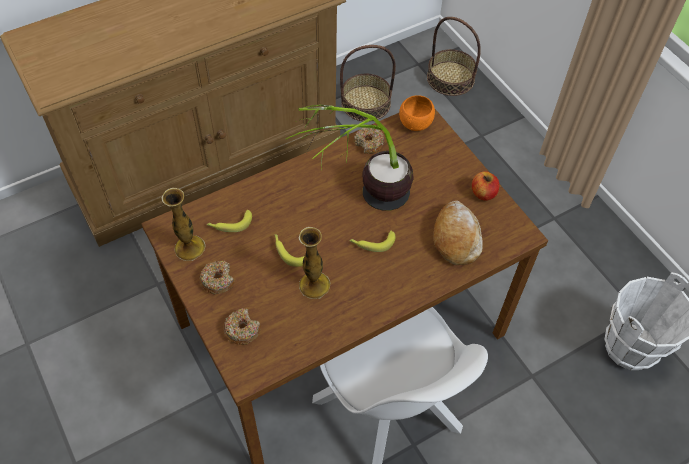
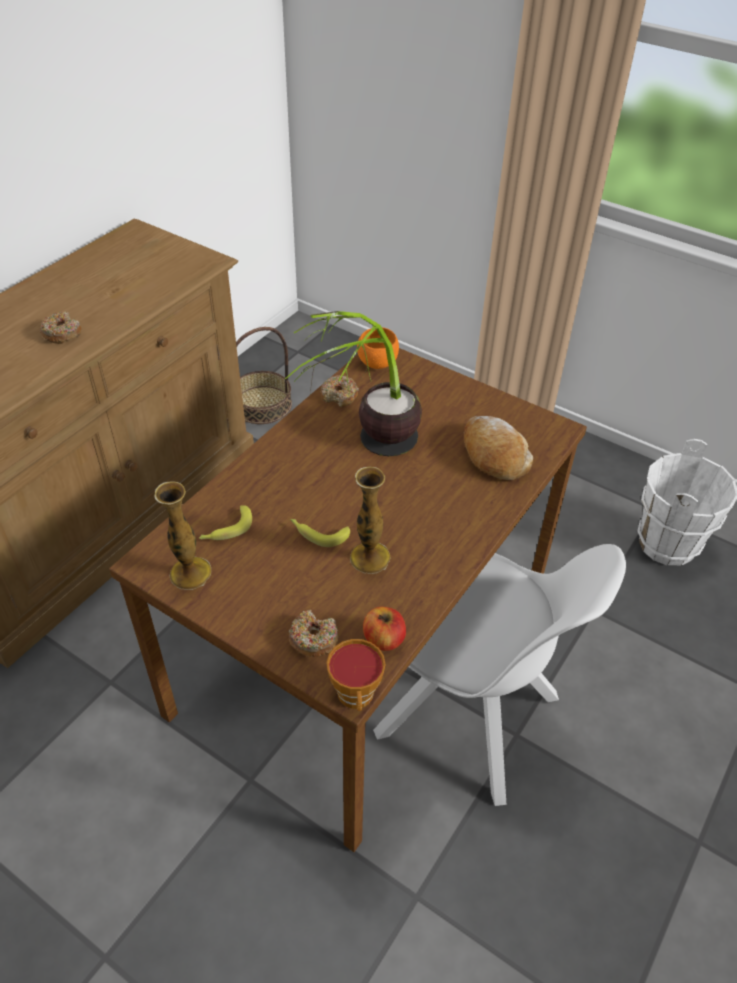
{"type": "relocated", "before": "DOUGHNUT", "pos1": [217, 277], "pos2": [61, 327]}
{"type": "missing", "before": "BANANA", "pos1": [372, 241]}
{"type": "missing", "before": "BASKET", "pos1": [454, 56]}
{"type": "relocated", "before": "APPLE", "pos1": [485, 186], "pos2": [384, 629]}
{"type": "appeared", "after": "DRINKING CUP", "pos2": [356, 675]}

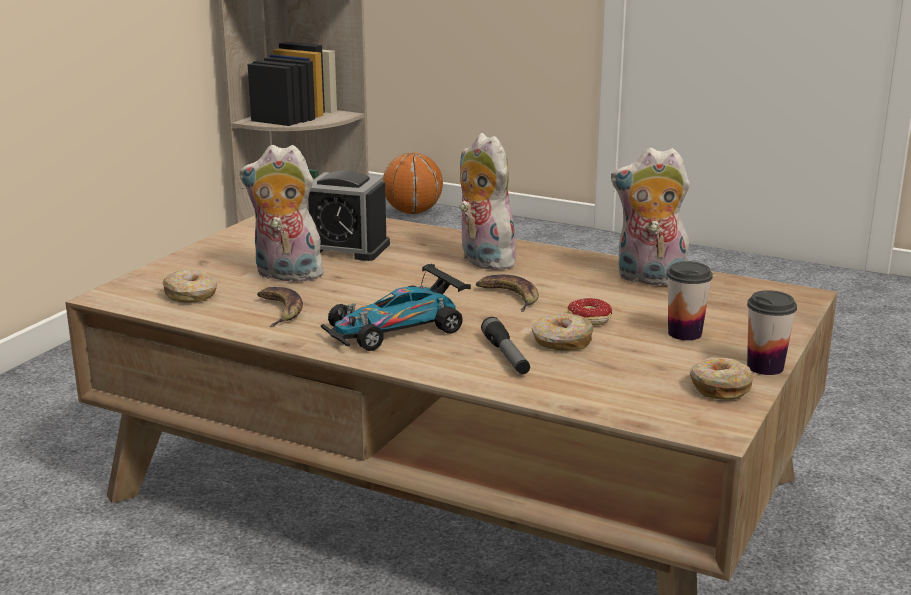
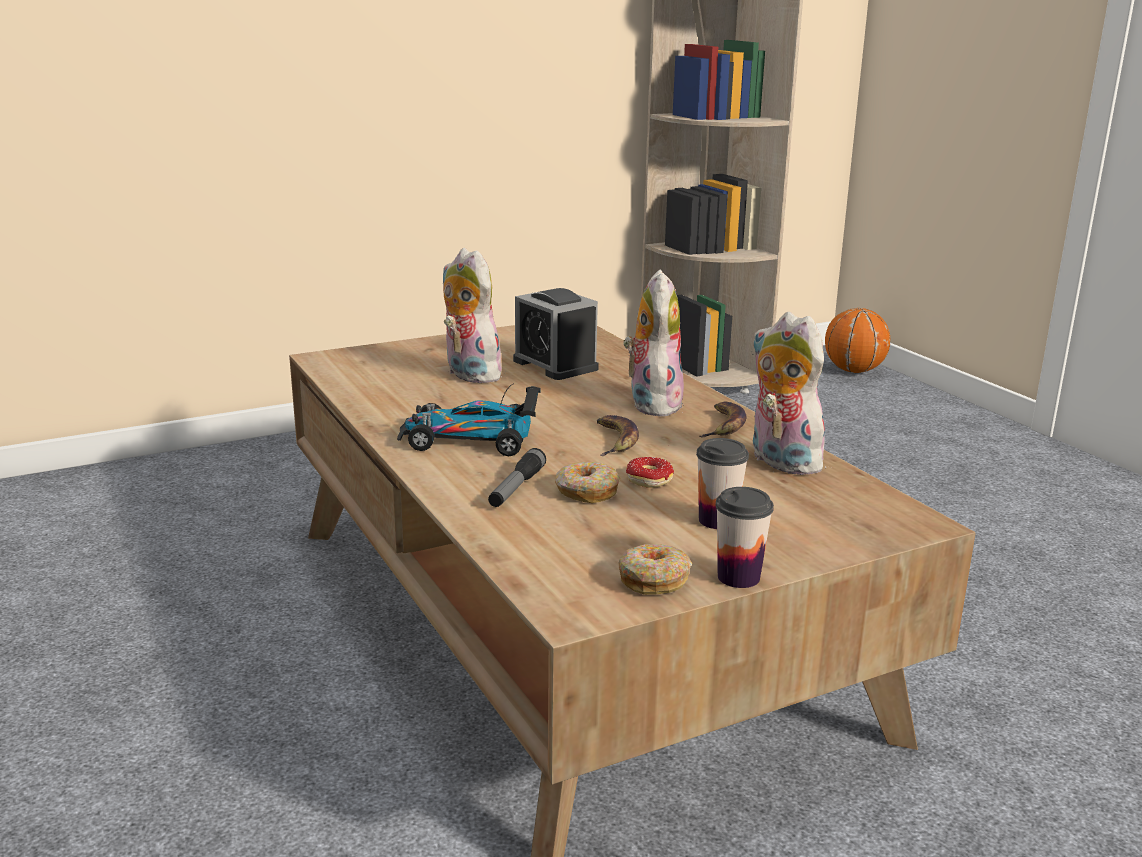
{"type": "missing", "before": "DOUGHNUT", "pos1": [189, 286]}
{"type": "relocated", "before": "BANANA", "pos1": [280, 307], "pos2": [723, 420]}

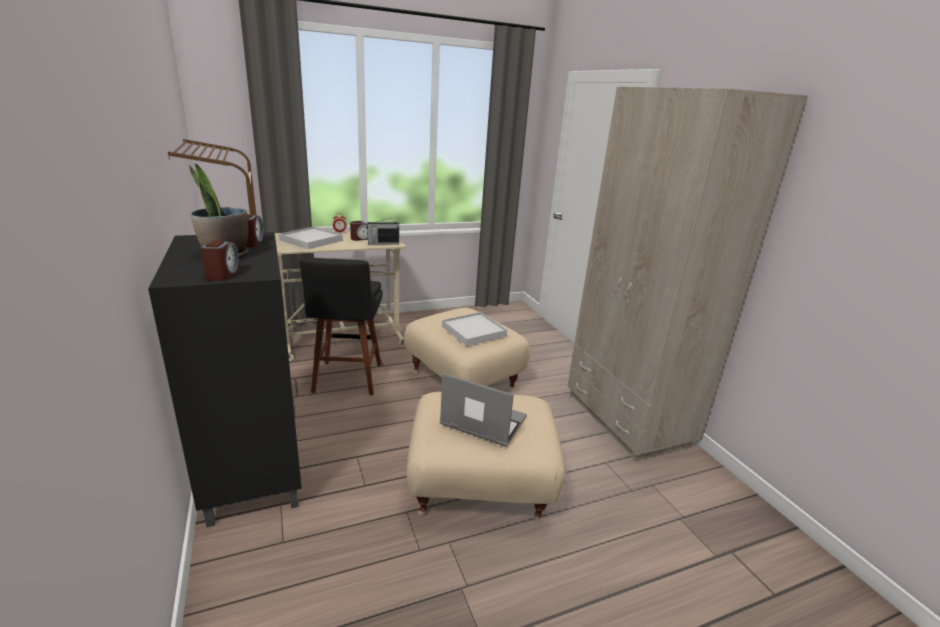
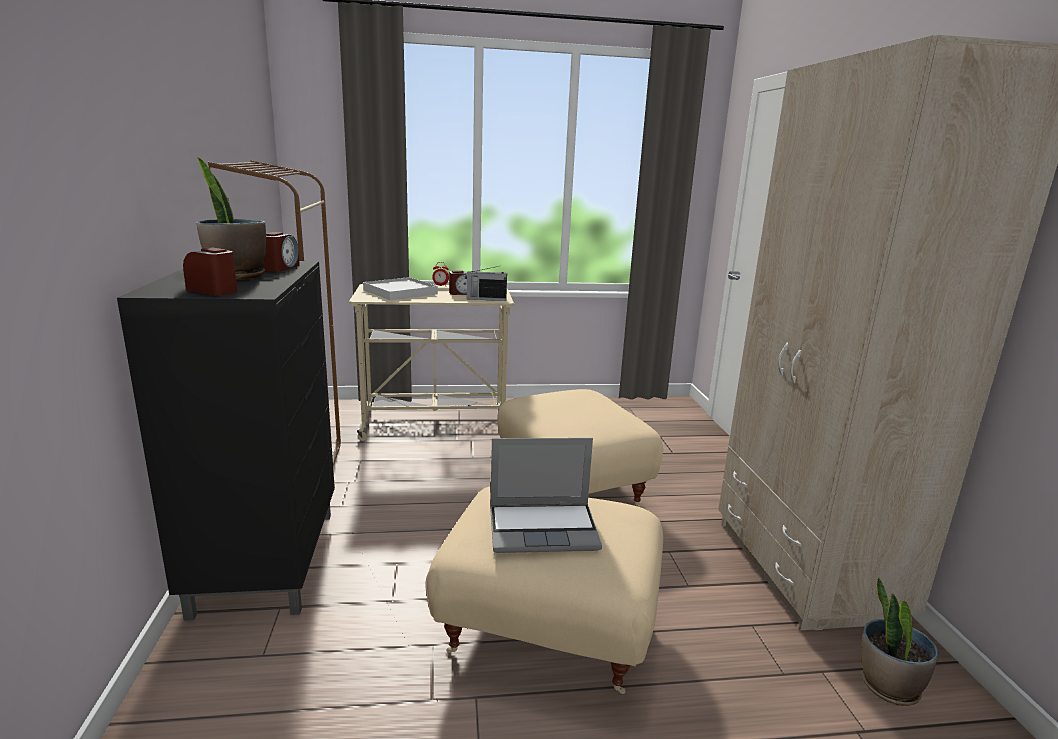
{"type": "spun", "before": "TABLE CLOCK", "pos1": [220, 261], "pos2": [210, 271], "turn": -75}
{"type": "missing", "before": "BLACK-COLOURED STOOL", "pos1": [341, 326]}
{"type": "spun", "before": "PORTABLE COMPUTER", "pos1": [483, 409], "pos2": [546, 495], "turn": 135}
{"type": "missing", "before": "WHITISH CARRYING TRAY", "pos1": [474, 329]}
{"type": "appeared", "after": "HOUSEPLANT", "pos2": [899, 642]}

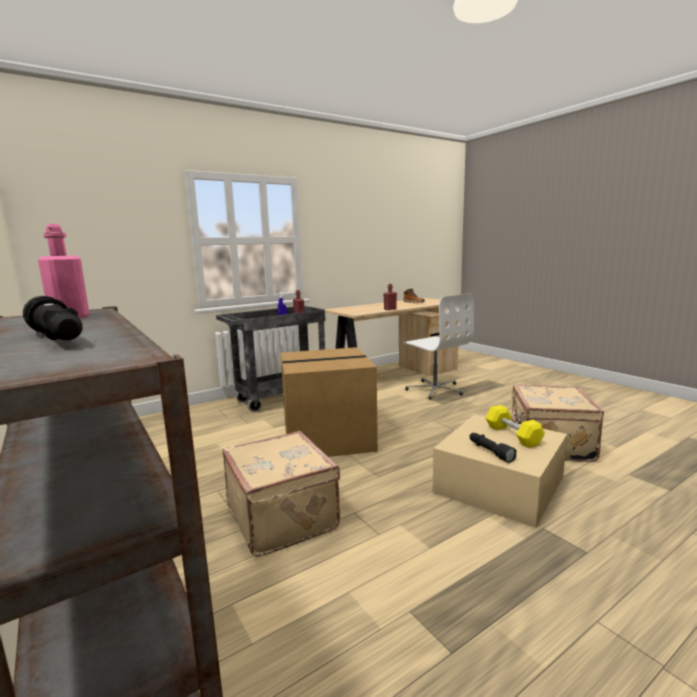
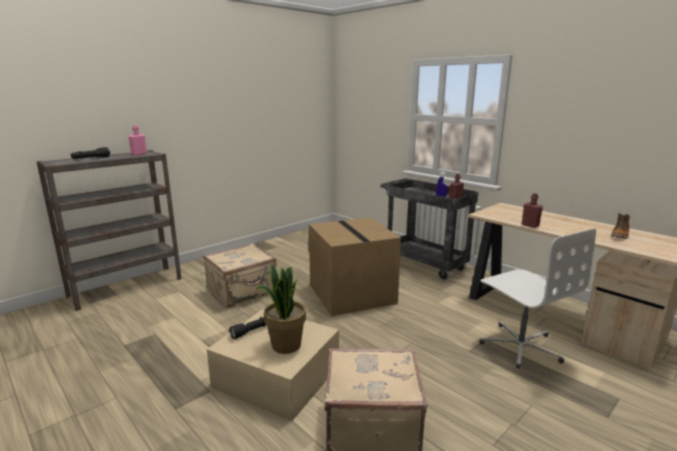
{"type": "spun", "before": "WHITISH OFFICE CHAIR", "pos1": [438, 346], "pos2": [537, 298], "turn": -75}
{"type": "exchanged", "before": "YELLOWISH DUMBBELL", "after": "HOUSEPLANT", "pos1": [515, 426], "pos2": [281, 308]}

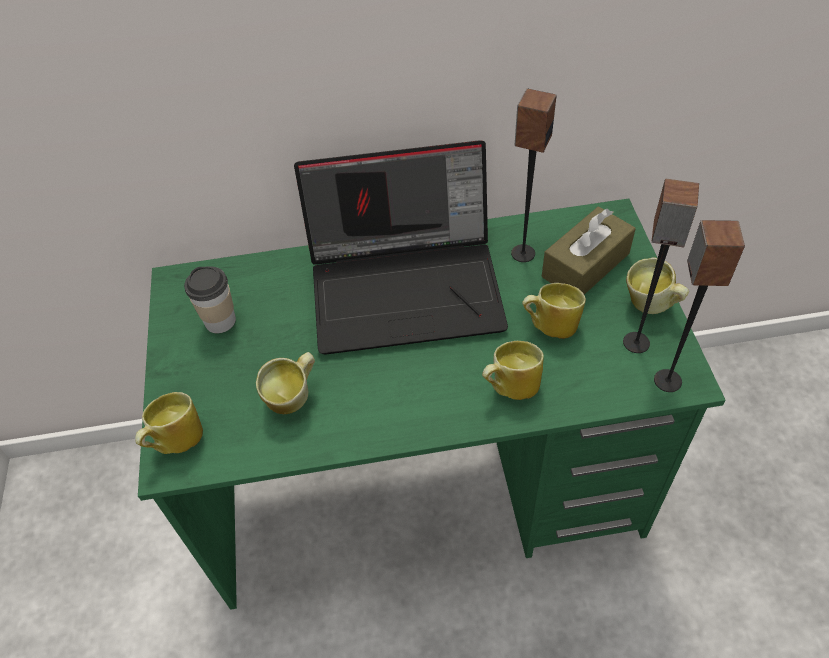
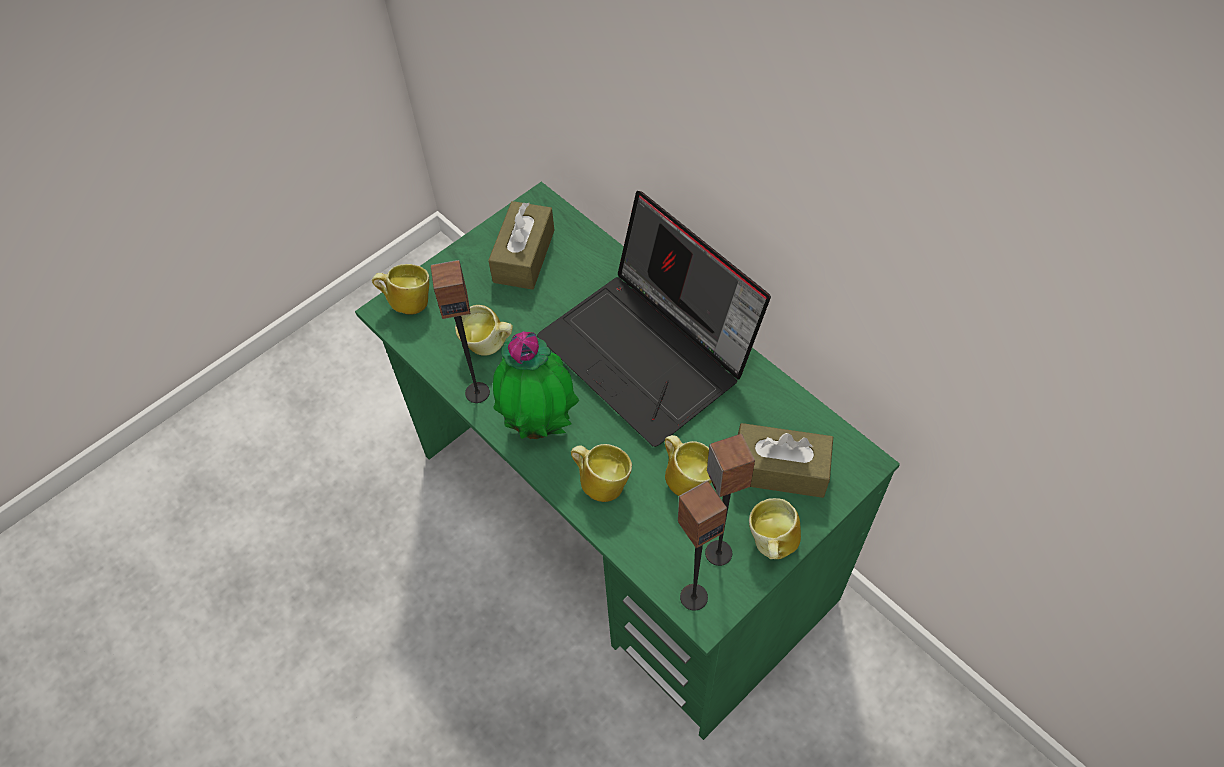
{"type": "exchanged", "before": "DRINKING CUP", "after": "BROWN-COLOURED TISSUE BOX", "pos1": [210, 300], "pos2": [521, 245]}
{"type": "relocated", "before": "SPEAKER", "pos1": [534, 175], "pos2": [460, 331]}
{"type": "appeared", "after": "HOUSEPLANT", "pos2": [536, 385]}

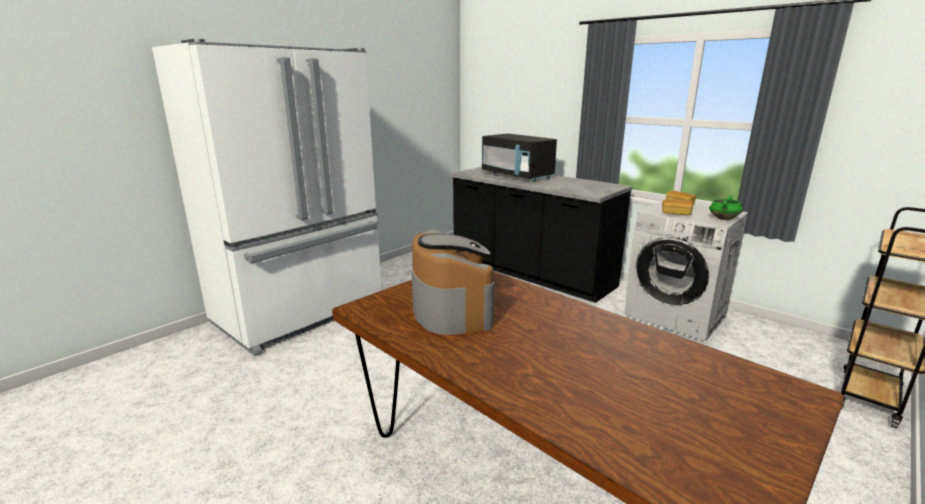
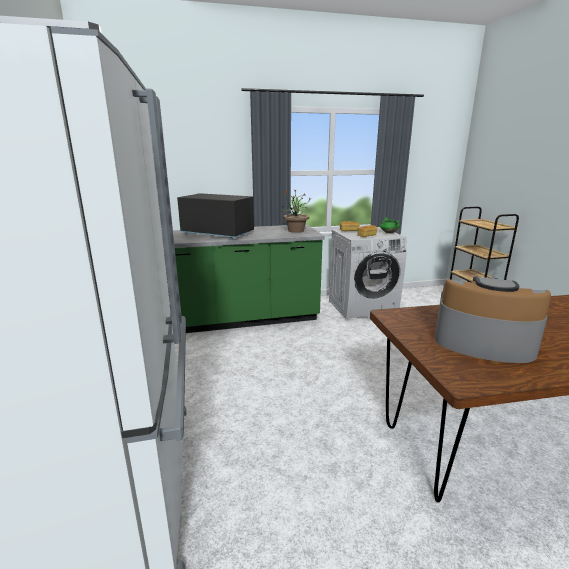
{"type": "colour", "before": "BLACK-COLOURED KITCHEN BASE UNIT", "after": "GREEN KITCHEN BASE UNIT", "pos1": [541, 235], "pos2": [243, 278]}
{"type": "spun", "before": "BLACK-COLOURED KITCHEN MICROWAVE", "pos1": [519, 158], "pos2": [215, 216], "turn": -150}
{"type": "appeared", "after": "HOUSEPLANT", "pos2": [296, 211]}

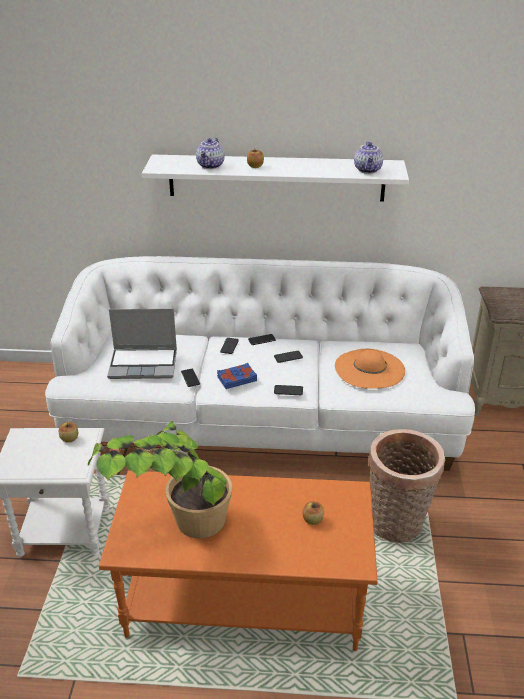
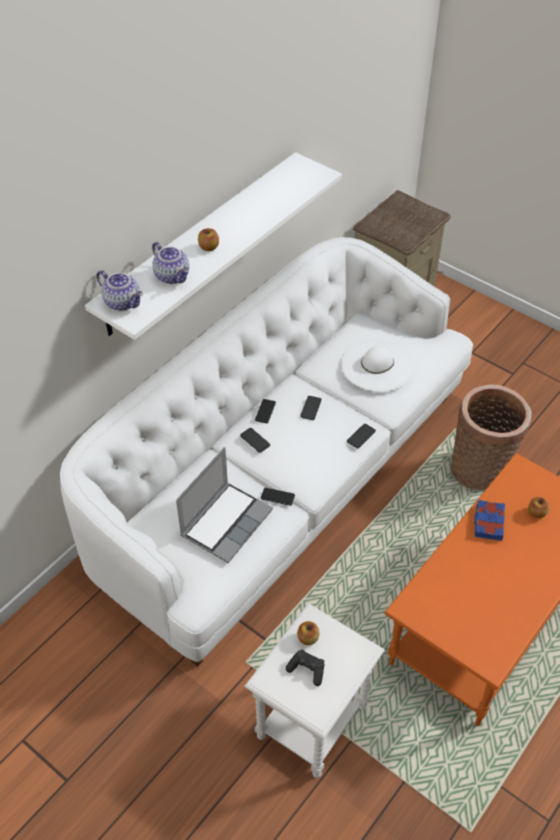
{"type": "missing", "before": "HOUSEPLANT", "pos1": [160, 479]}
{"type": "relocated", "before": "BLUE BOOK", "pos1": [237, 376], "pos2": [489, 520]}
{"type": "colour", "before": "ORANGE HAT", "after": "WHITISH HAT", "pos1": [370, 369], "pos2": [377, 365]}
{"type": "relocated", "before": "POT FOR TEA", "pos1": [368, 157], "pos2": [119, 290]}
{"type": "appeared", "after": "BLACK-COLOURED GAMEPAD", "pos2": [305, 668]}

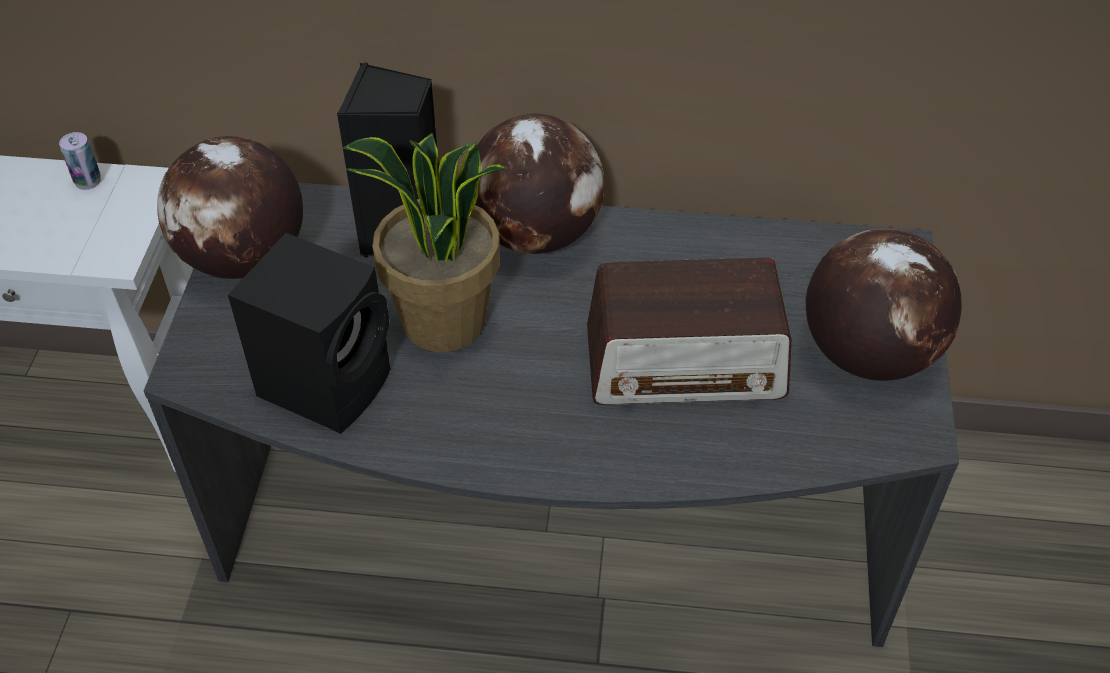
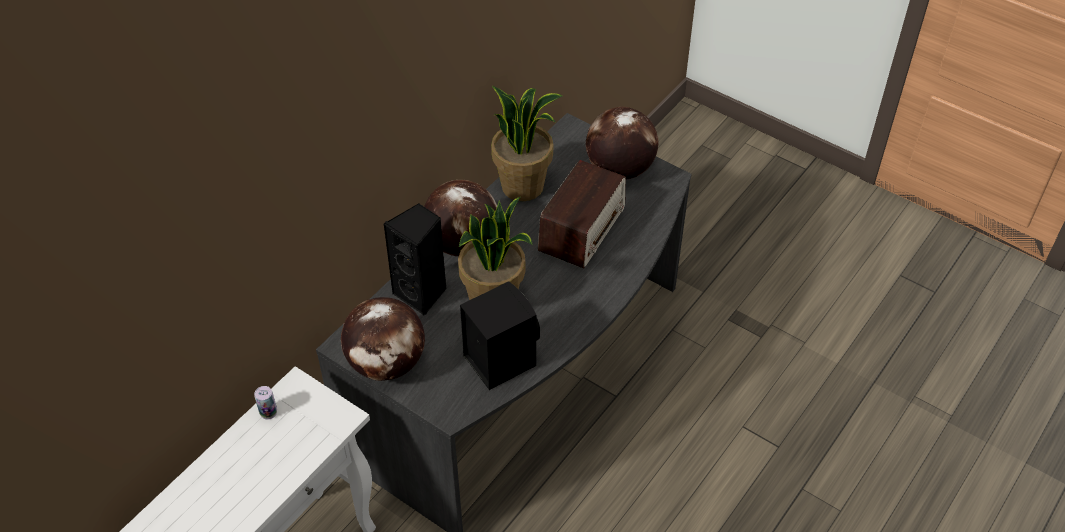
{"type": "appeared", "after": "HOUSEPLANT", "pos2": [527, 143]}

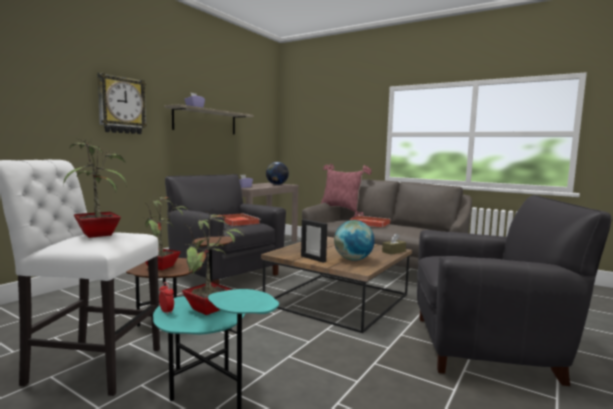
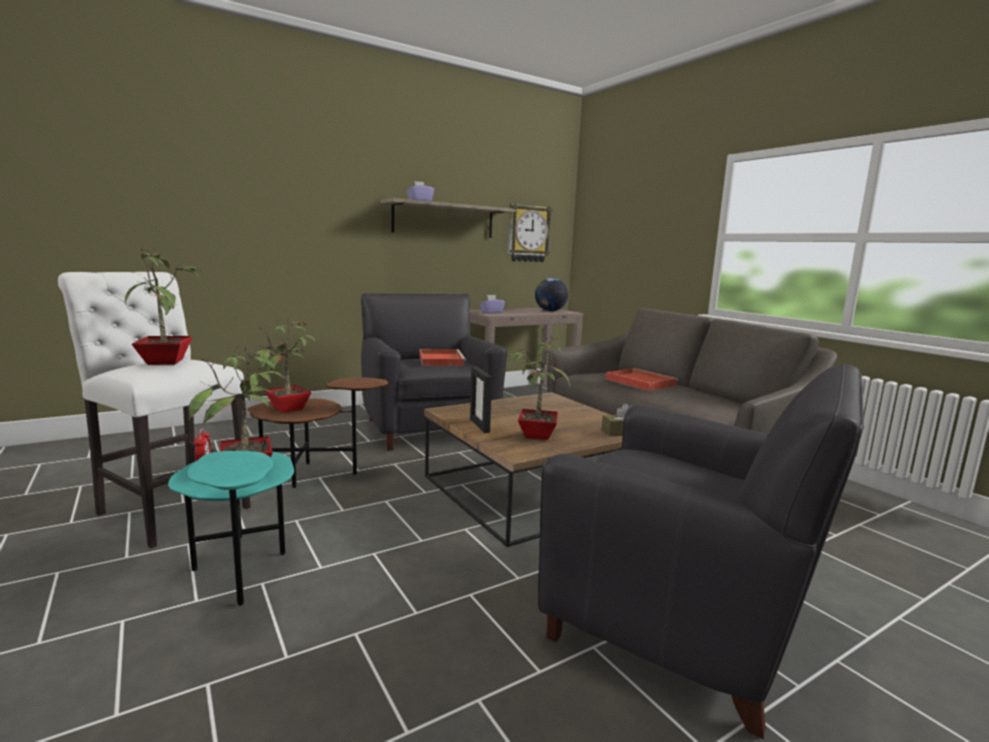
{"type": "relocated", "before": "WALL CLOCK", "pos1": [122, 103], "pos2": [530, 233]}
{"type": "missing", "before": "RED-COLOURED PILLOW", "pos1": [346, 190]}
{"type": "exchanged", "before": "WORLD GLOBE", "after": "HOUSEPLANT", "pos1": [354, 240], "pos2": [538, 388]}

